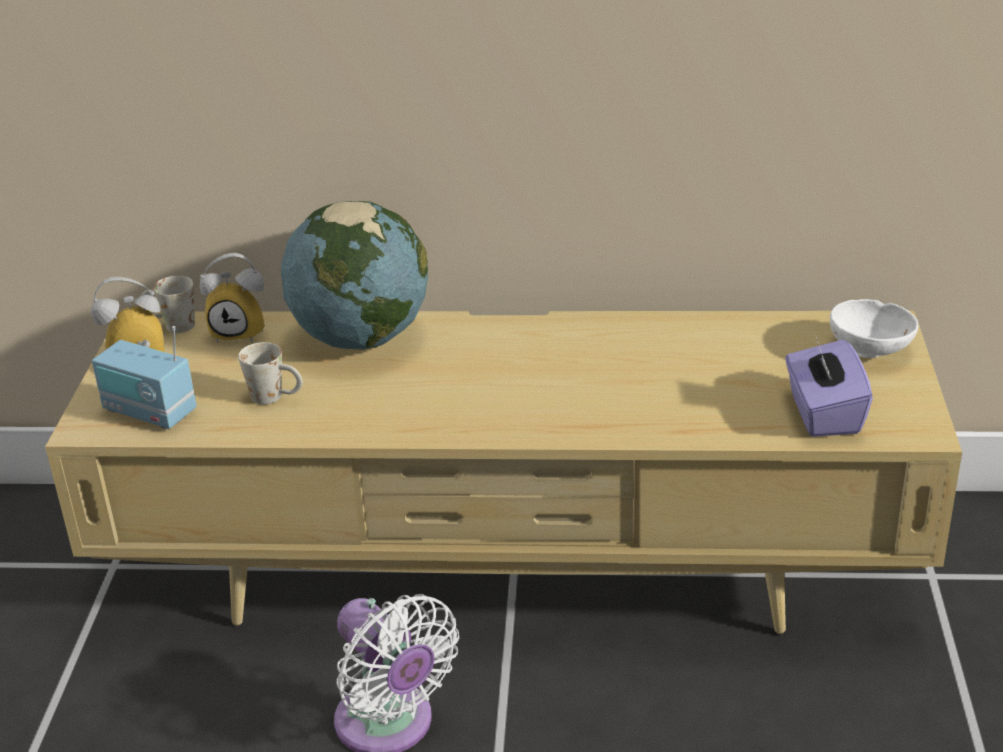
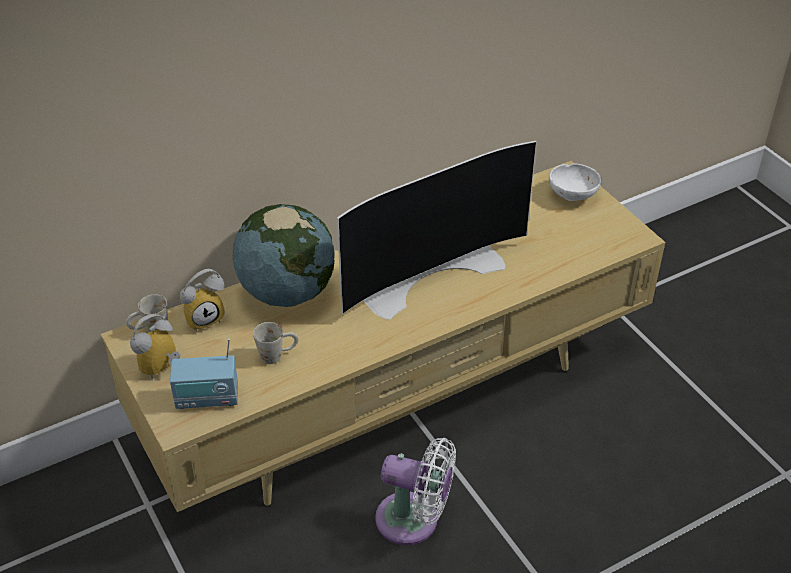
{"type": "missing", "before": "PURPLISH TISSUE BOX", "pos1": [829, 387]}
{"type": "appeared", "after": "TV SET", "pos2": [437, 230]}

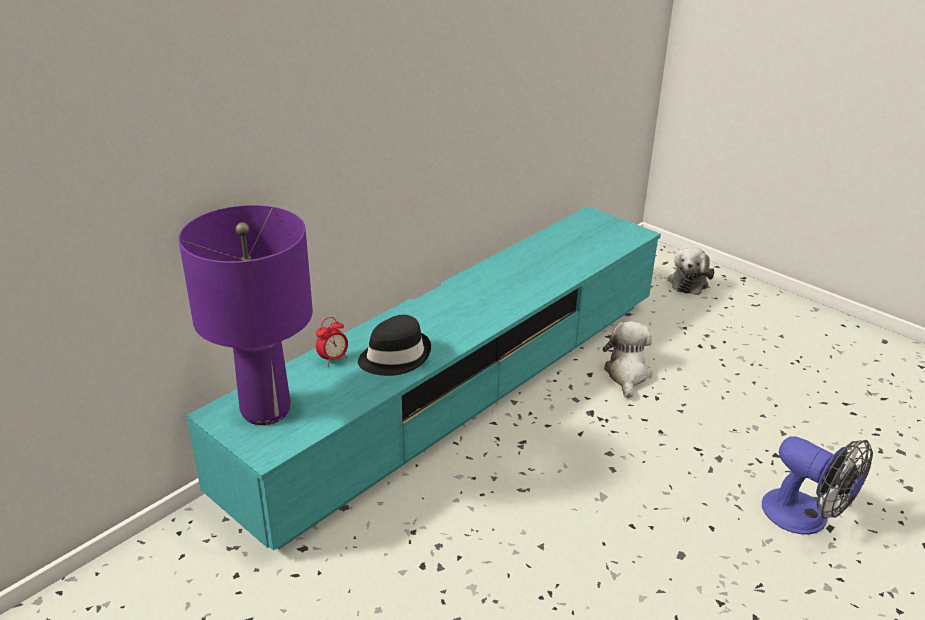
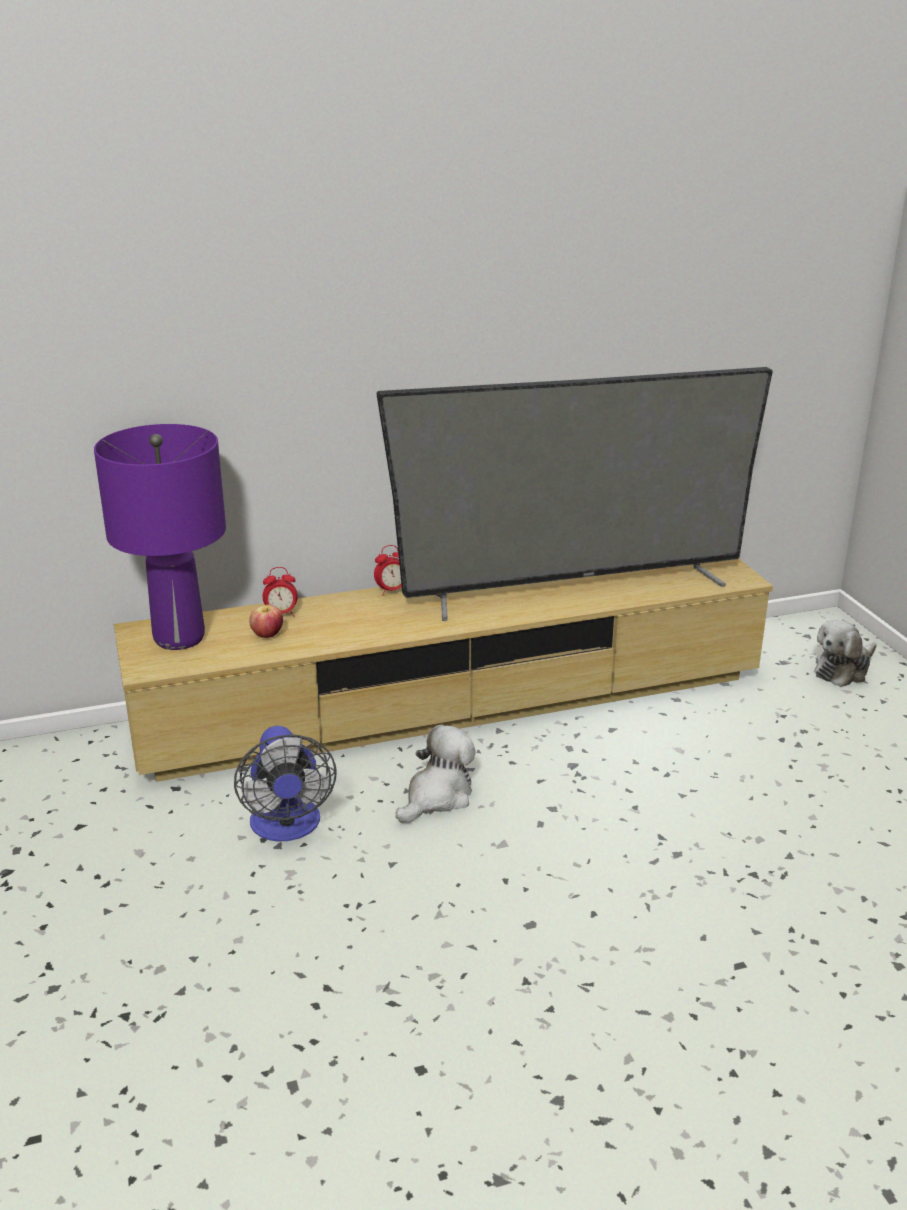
{"type": "colour", "before": "TURQUOISE-COLOURED TV STAND", "after": "SAND-COLOURED TV STAND", "pos1": [423, 378], "pos2": [443, 670]}
{"type": "missing", "before": "BLACK-COLOURED HAT", "pos1": [394, 345]}
{"type": "relocated", "before": "SOFT TOY", "pos1": [628, 359], "pos2": [436, 774]}
{"type": "relocated", "before": "ELECTRIC FAN", "pos1": [817, 485], "pos2": [285, 783]}
{"type": "appeared", "after": "APPLE", "pos2": [266, 621]}
{"type": "appeared", "after": "TABLE CLOCK", "pos2": [388, 570]}
{"type": "appeared", "after": "TV SET", "pos2": [574, 494]}

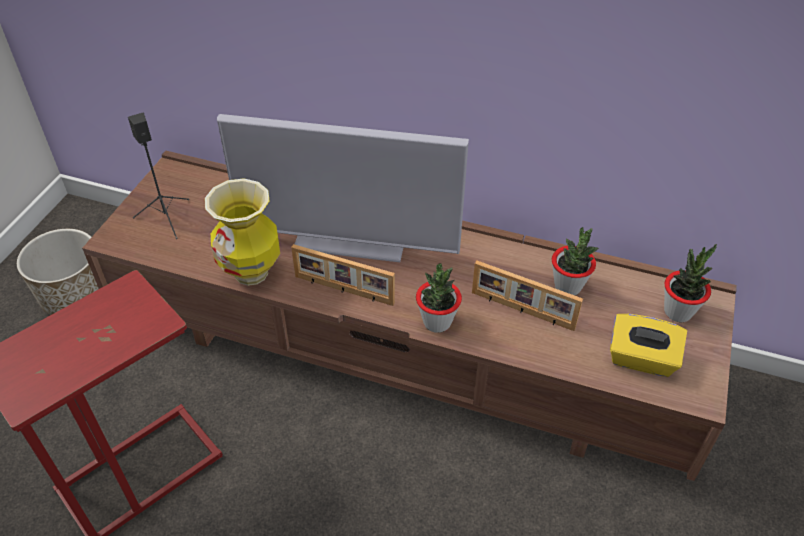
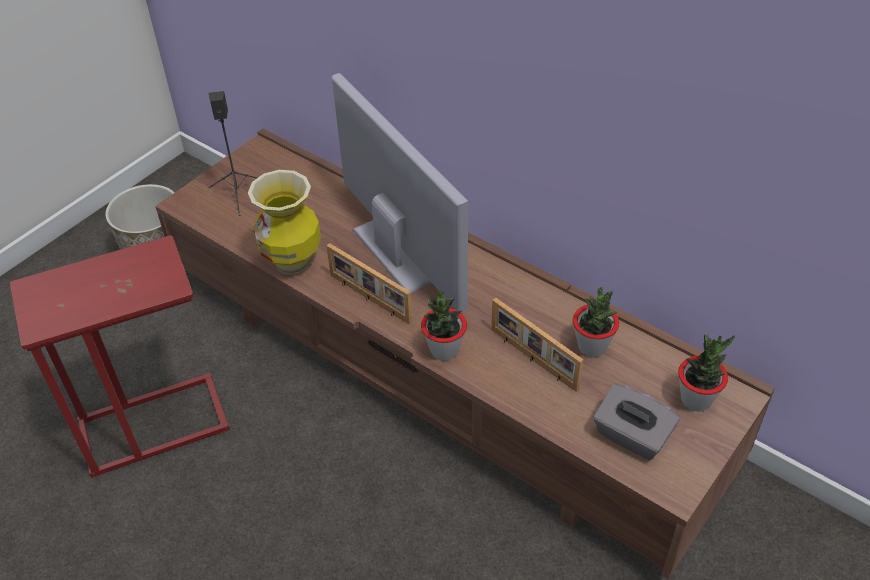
{"type": "spun", "before": "TV SET", "pos1": [343, 188], "pos2": [400, 193], "turn": -150}
{"type": "colour", "before": "YELLOWISH TISSUE BOX", "after": "GREYISH TISSUE BOX", "pos1": [648, 345], "pos2": [636, 422]}

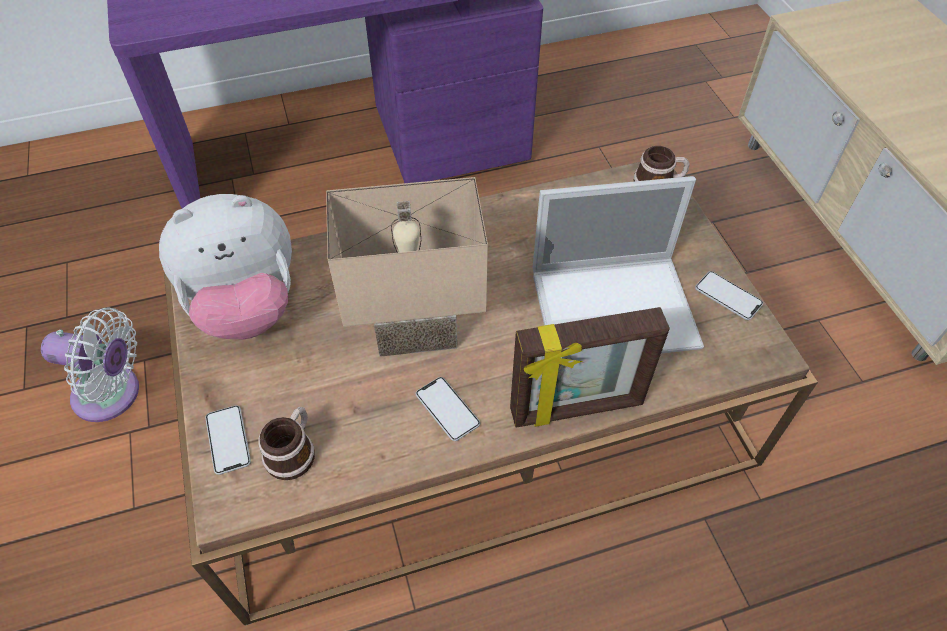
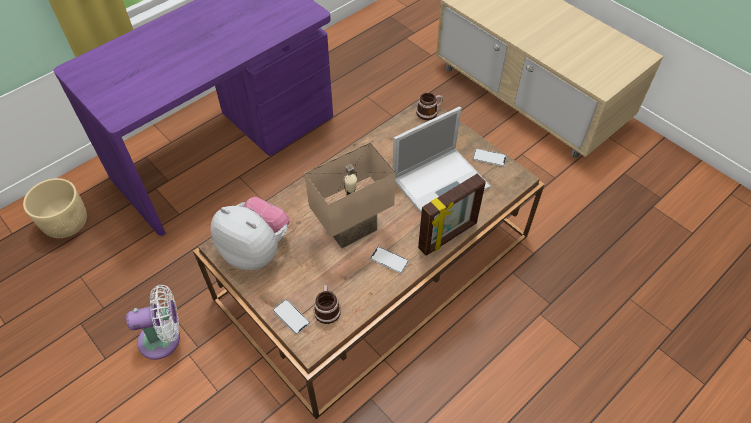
{"type": "spun", "before": "SOFT TOY", "pos1": [225, 266], "pos2": [250, 233], "turn": -105}
{"type": "appeared", "after": "SAND-COLOURED PLANT POT", "pos2": [55, 208]}

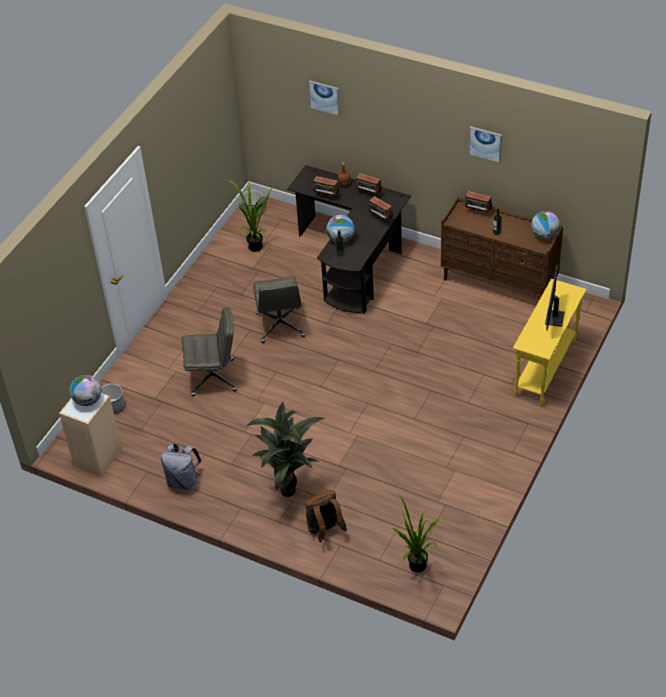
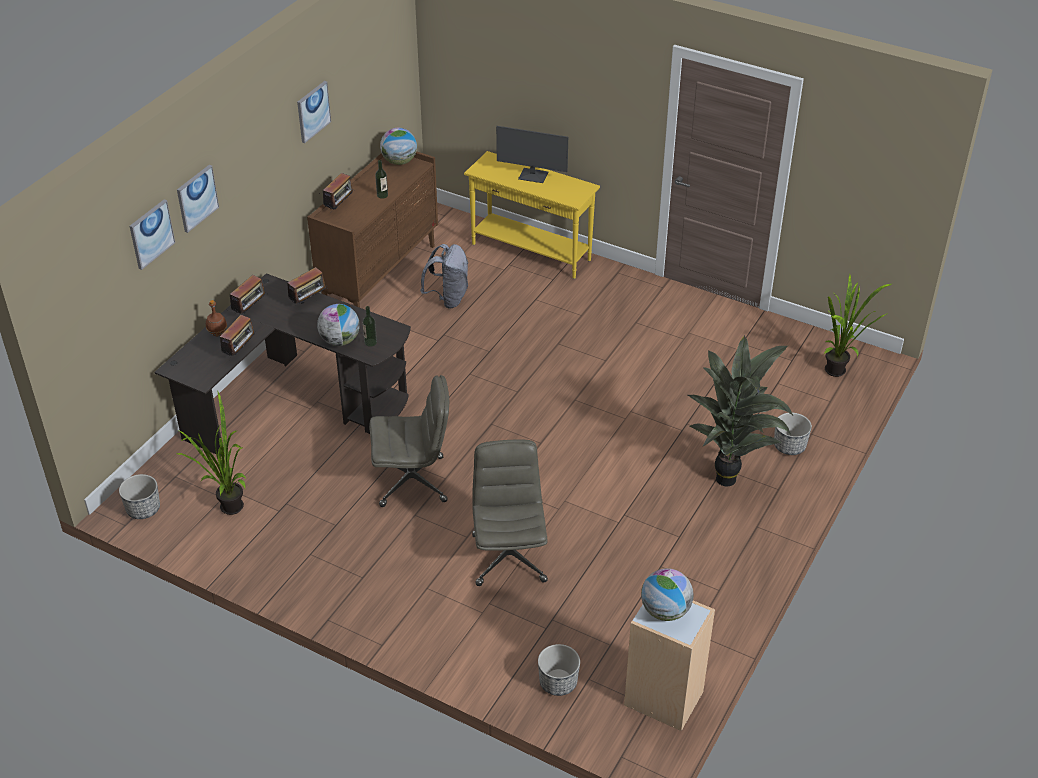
{"type": "relocated", "before": "GREYISH BACKPACK", "pos1": [181, 467], "pos2": [444, 276]}
{"type": "exchanged", "before": "BROWN-COLOURED BACKPACK", "after": "PLANT POT", "pos1": [326, 516], "pos2": [793, 434]}
{"type": "appeared", "after": "WALL PICTURE", "pos2": [198, 199]}

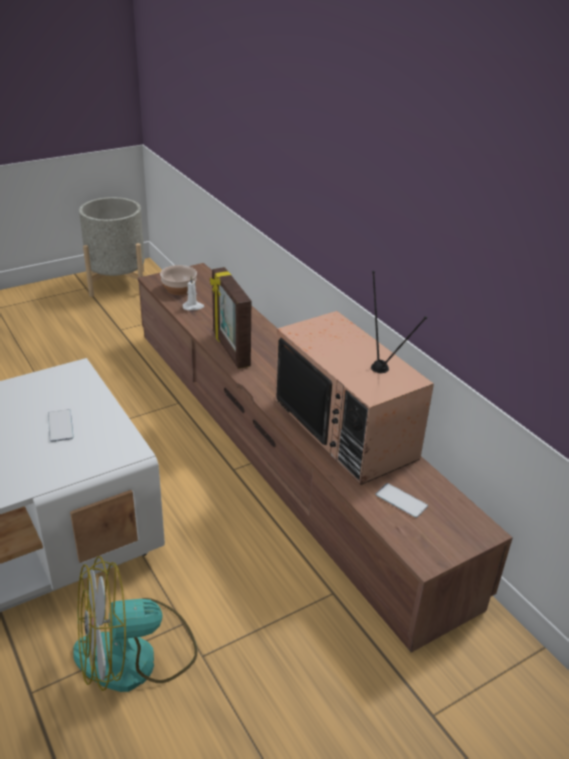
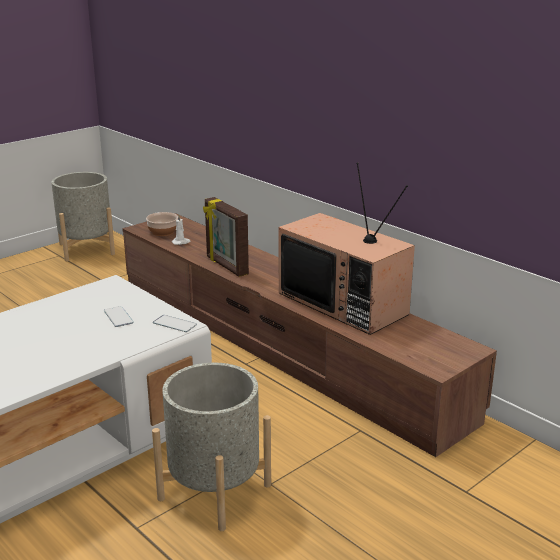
{"type": "exchanged", "before": "ELECTRIC FAN", "after": "GREYISH PLANT POT", "pos1": [135, 624], "pos2": [211, 447]}
{"type": "relocated", "before": "HANDSET", "pos1": [401, 500], "pos2": [175, 323]}

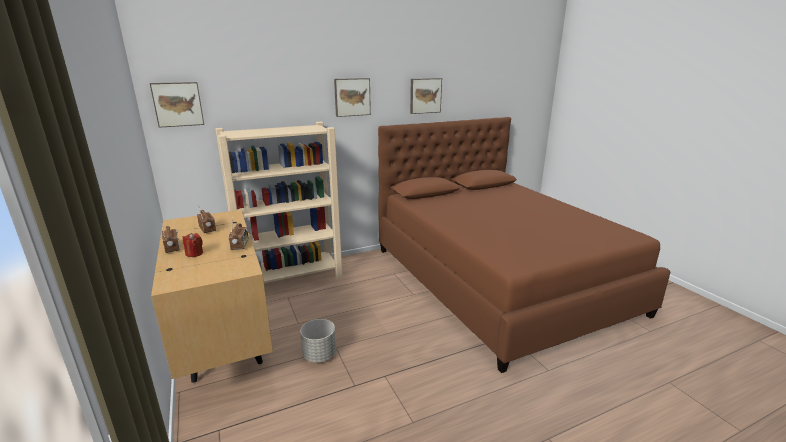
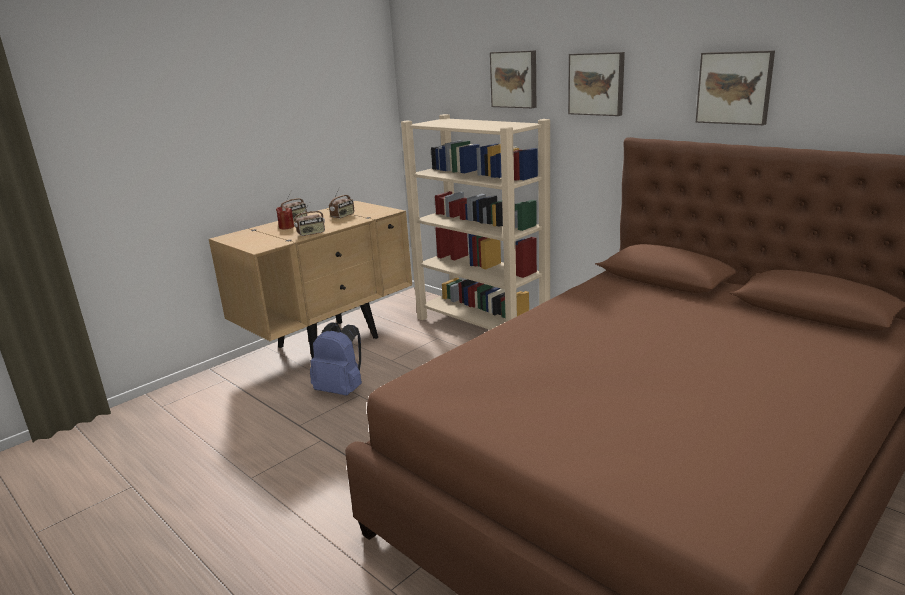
{"type": "relocated", "before": "WALL PICTURE", "pos1": [177, 105], "pos2": [513, 79]}
{"type": "exchanged", "before": "GREYISH PLANT POT", "after": "BLUE BACKPACK", "pos1": [318, 340], "pos2": [336, 359]}

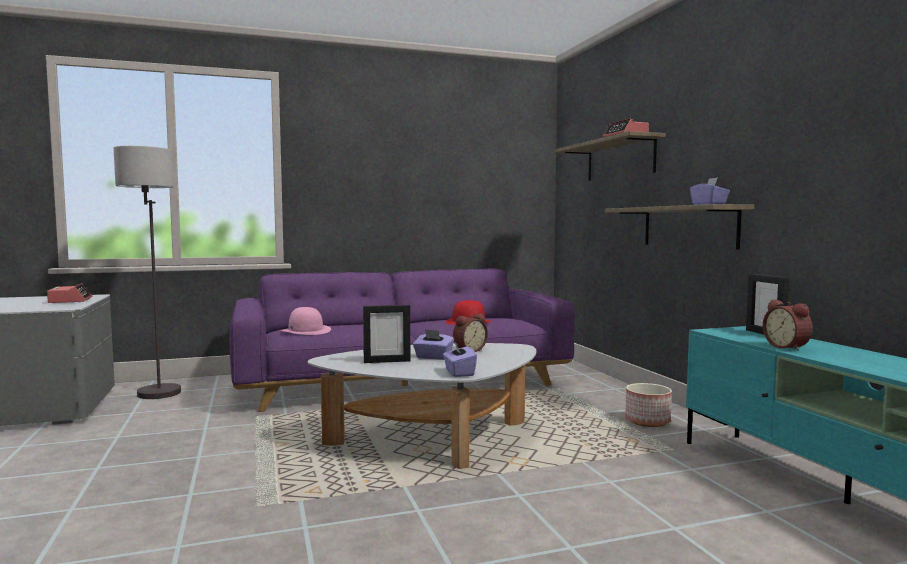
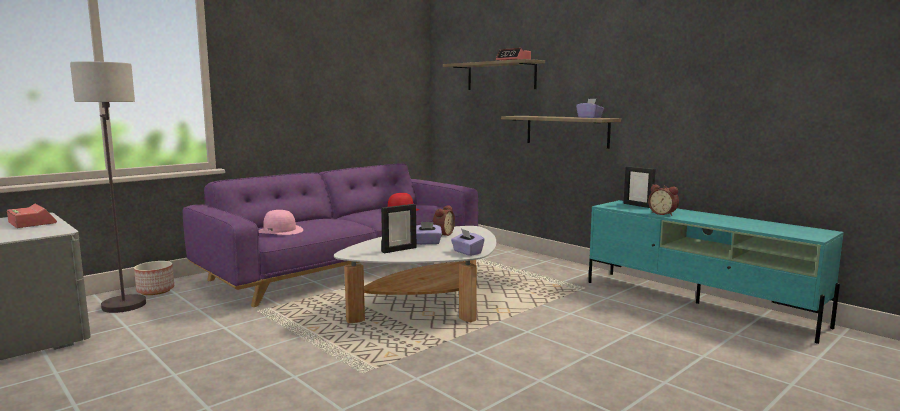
{"type": "relocated", "before": "PLANT POT", "pos1": [648, 405], "pos2": [154, 278]}

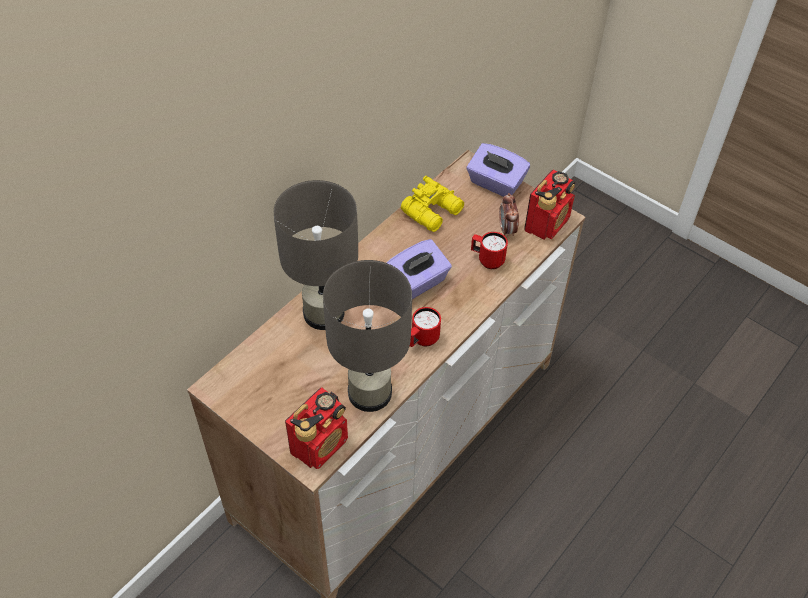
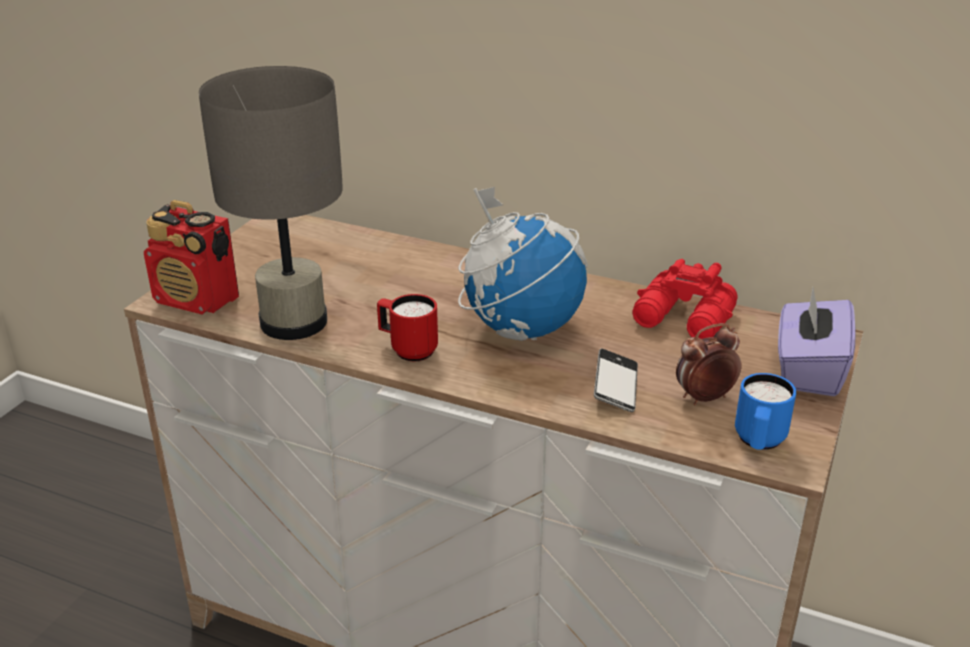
{"type": "missing", "before": "GREYISH TABLE LAMP", "pos1": [316, 255]}
{"type": "exchanged", "before": "PURPLISH TISSUE BOX", "after": "WORLD GLOBE", "pos1": [419, 269], "pos2": [523, 264]}
{"type": "colour", "before": "YELLOWISH FIELD GLASSES", "after": "RED-COLOURED FIELD GLASSES", "pos1": [432, 204], "pos2": [685, 299]}
{"type": "exchanged", "before": "RED-COLOURED MUG", "after": "HANDSET", "pos1": [489, 250], "pos2": [616, 380]}
{"type": "exchanged", "before": "RADIO RECEIVER", "after": "BLUE MUG", "pos1": [549, 205], "pos2": [765, 411]}

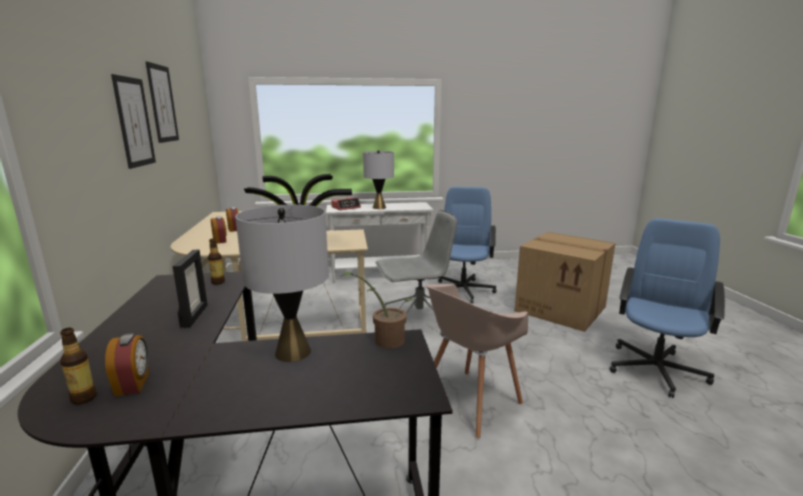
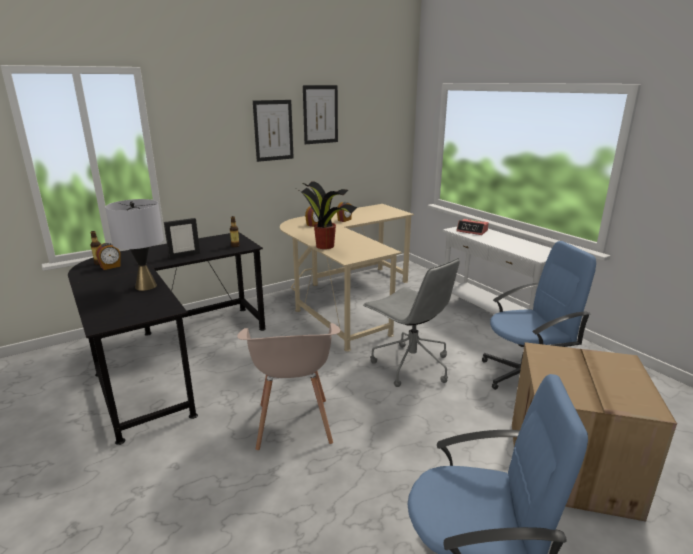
{"type": "missing", "before": "HOUSEPLANT", "pos1": [377, 310]}
{"type": "missing", "before": "GREYISH TABLE LAMP", "pos1": [378, 179]}
{"type": "spun", "before": "SAND-COLOURED PLAIN CHAIR", "pos1": [476, 361], "pos2": [288, 386], "turn": -120}

